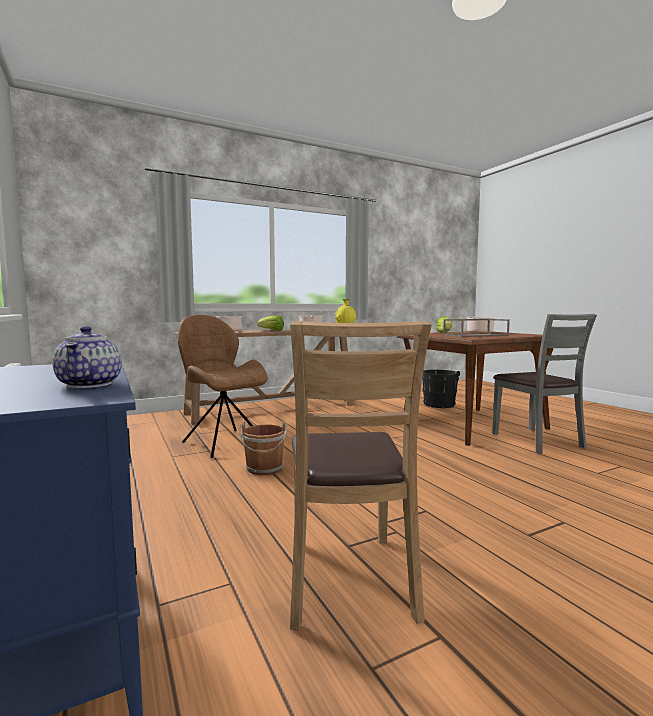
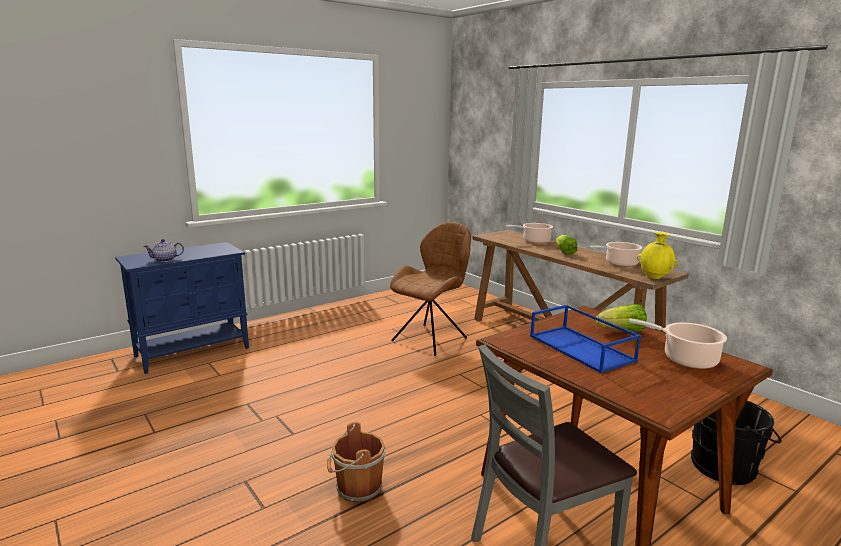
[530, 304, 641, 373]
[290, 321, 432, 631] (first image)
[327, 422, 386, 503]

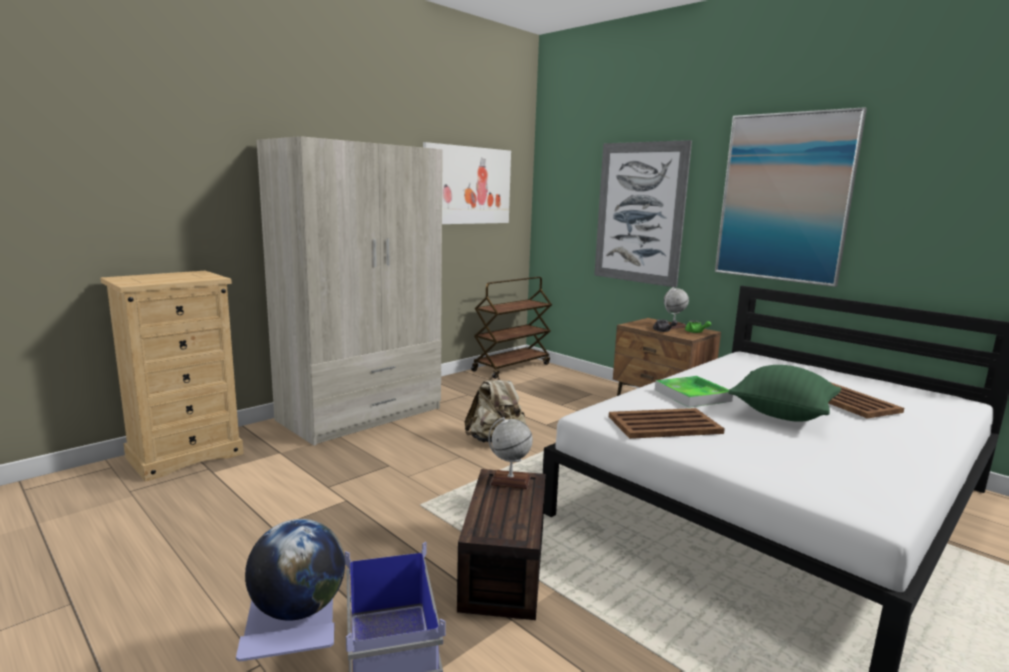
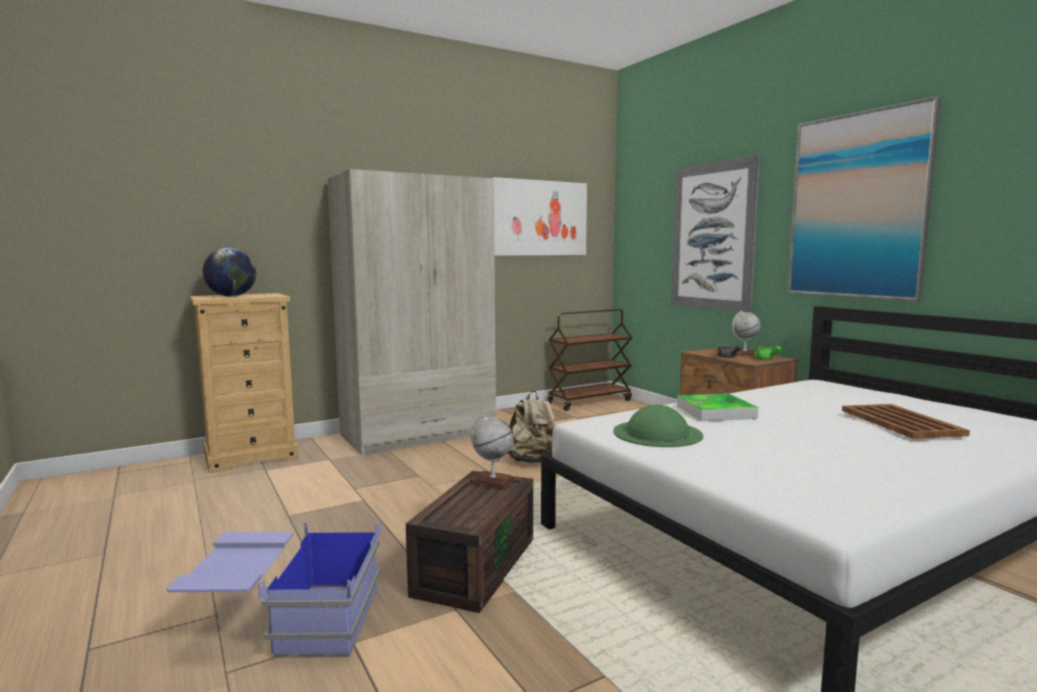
[728, 365, 841, 422] (first image)
[613, 404, 703, 447]
[203, 247, 256, 297]

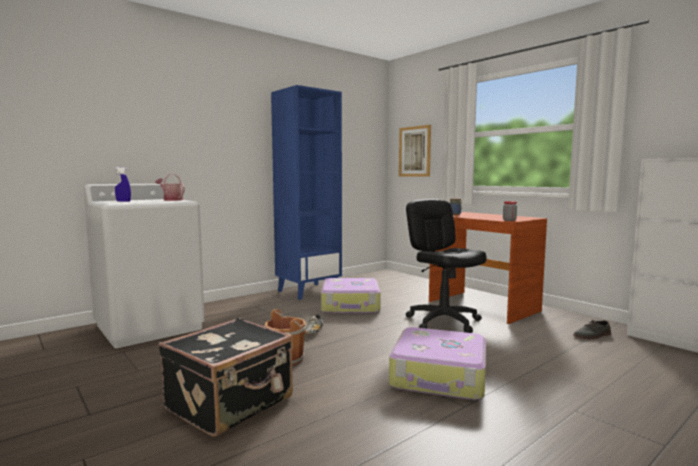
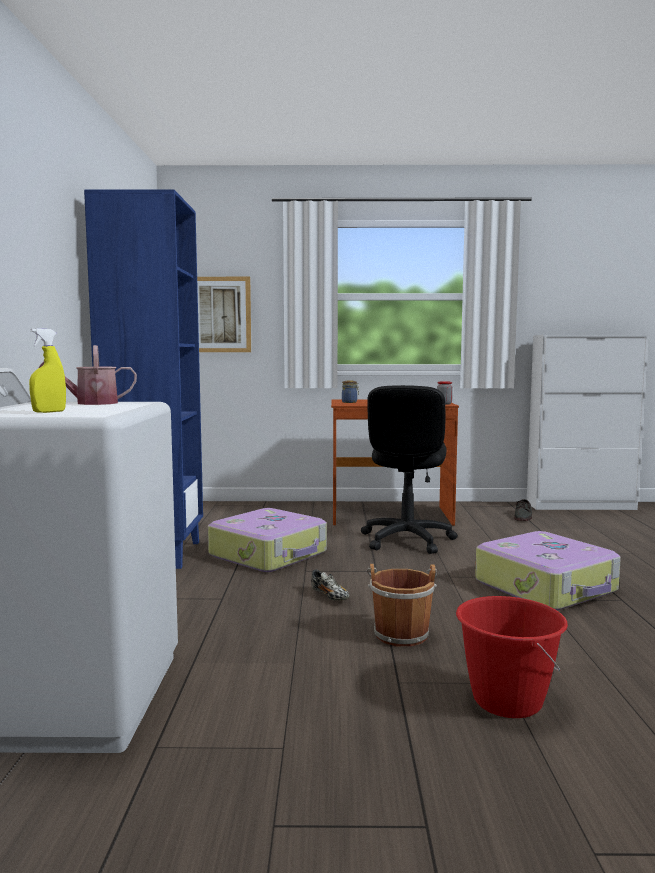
[29, 328, 66, 413]
[361, 385, 458, 554]
[456, 596, 568, 718]

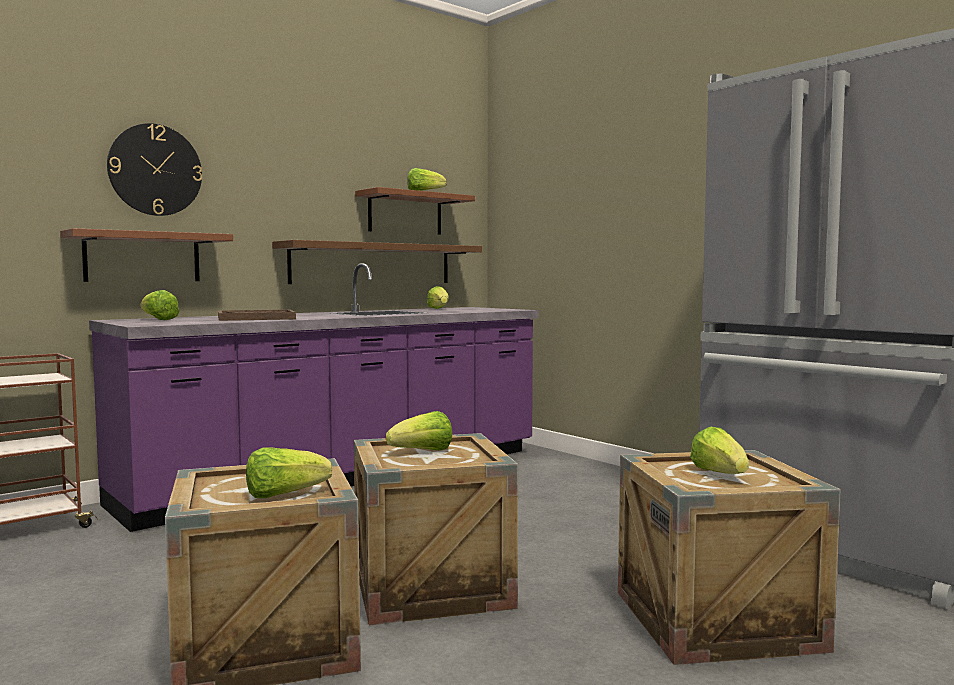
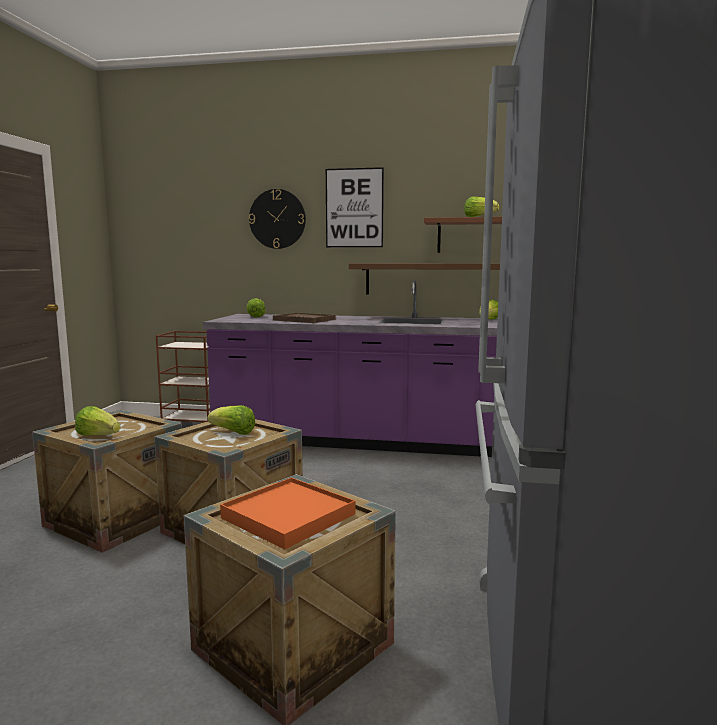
[60, 228, 233, 282] (first image)
[220, 477, 355, 549]
[326, 167, 384, 247]

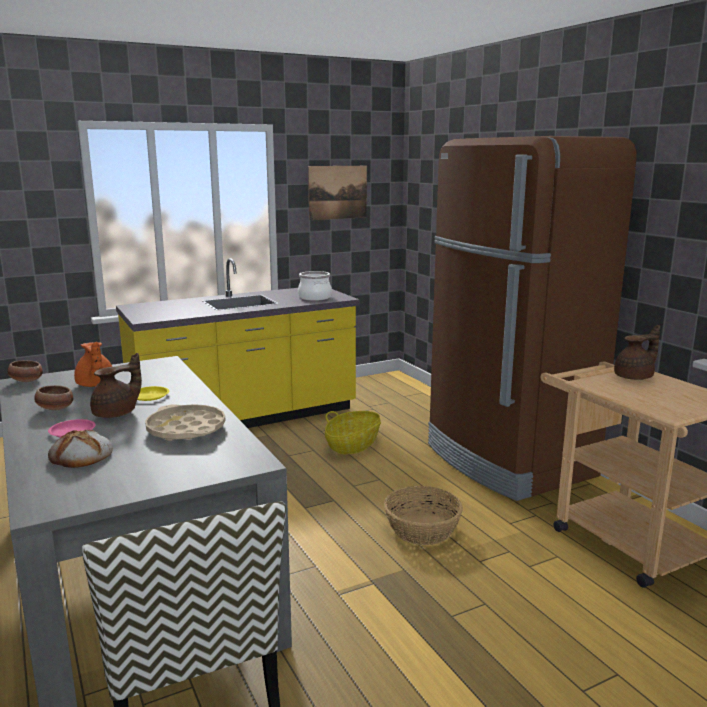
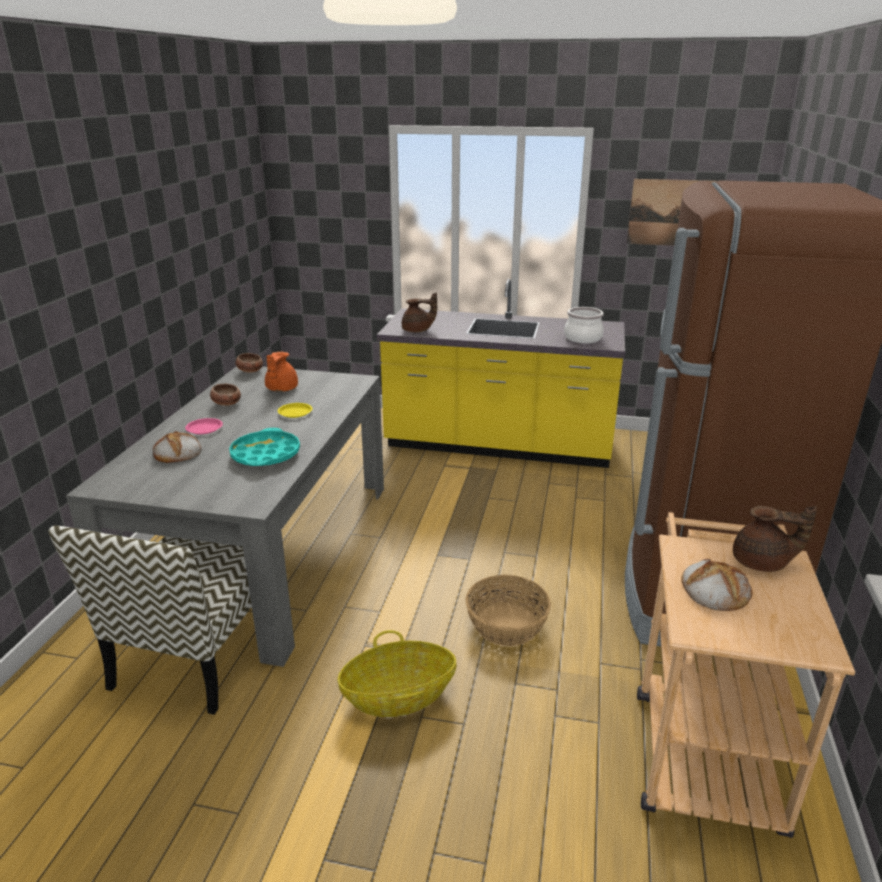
[402, 292, 437, 333]
[229, 428, 300, 466]
[337, 630, 457, 717]
[681, 559, 752, 611]

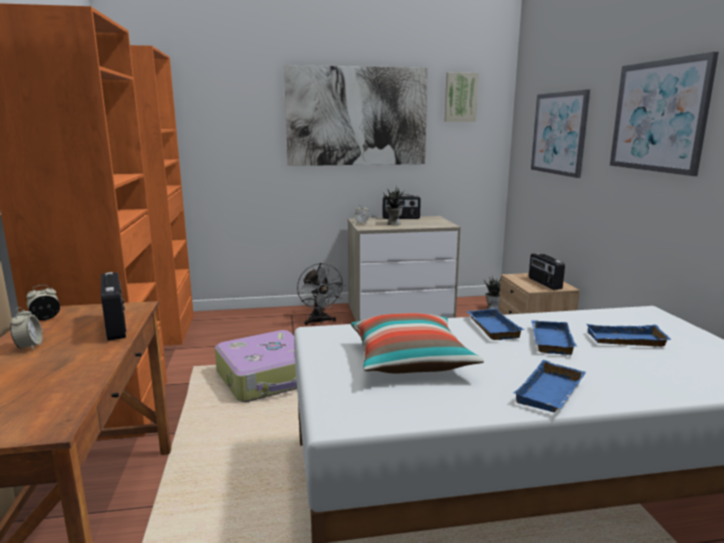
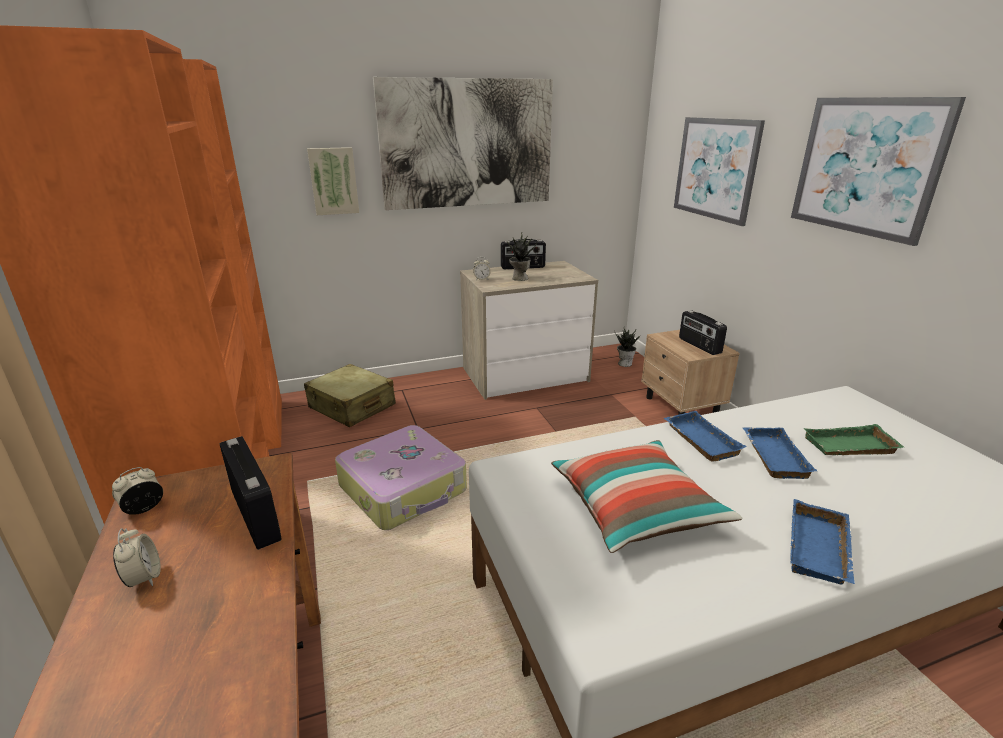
[307, 147, 359, 215]
[297, 263, 345, 325] (first image)
[803, 424, 904, 455]
[304, 364, 396, 427]

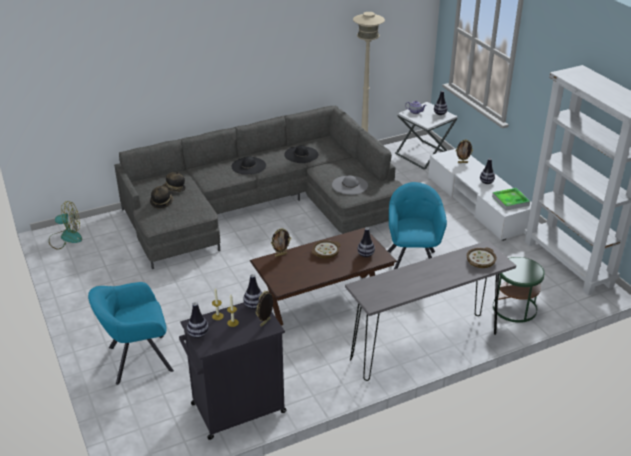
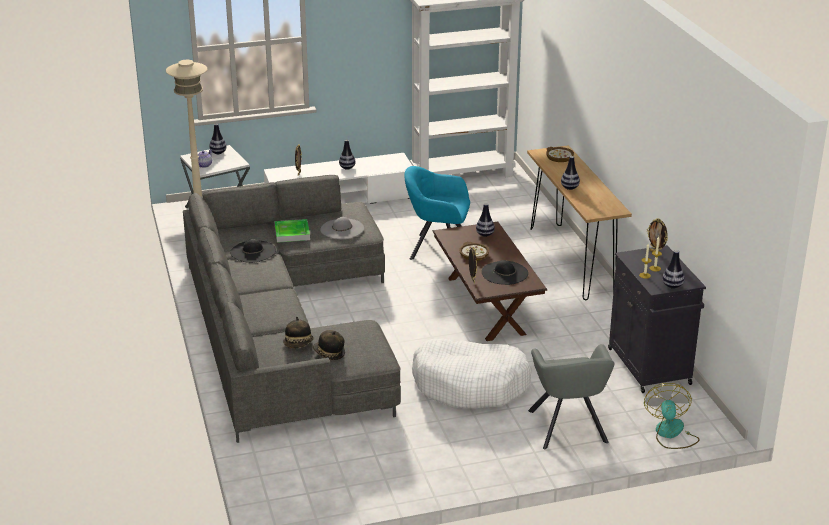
[482, 260, 528, 285]
[275, 219, 310, 243]
[644, 383, 700, 449]
[527, 145, 632, 300]
[493, 257, 545, 323] (first image)
[561, 156, 580, 190]
[528, 344, 614, 449]
[412, 339, 532, 408]

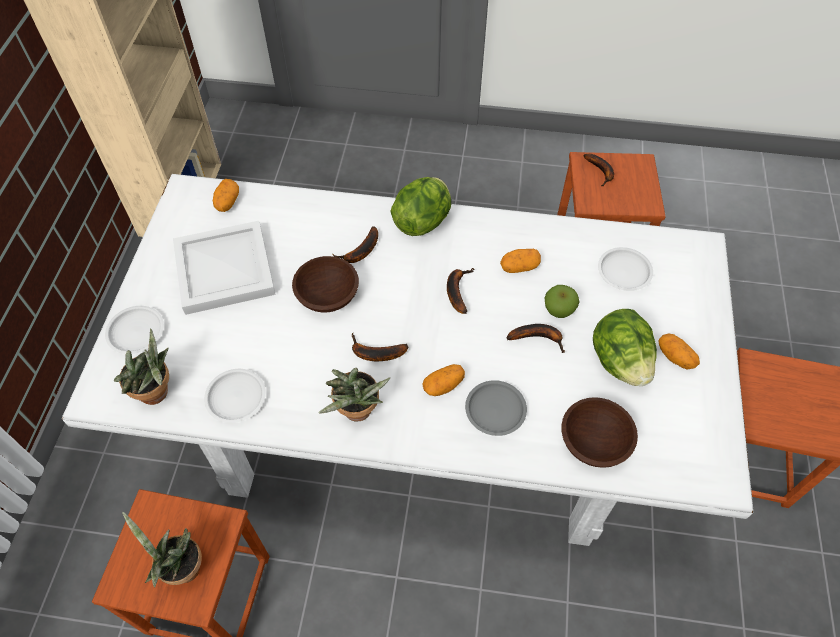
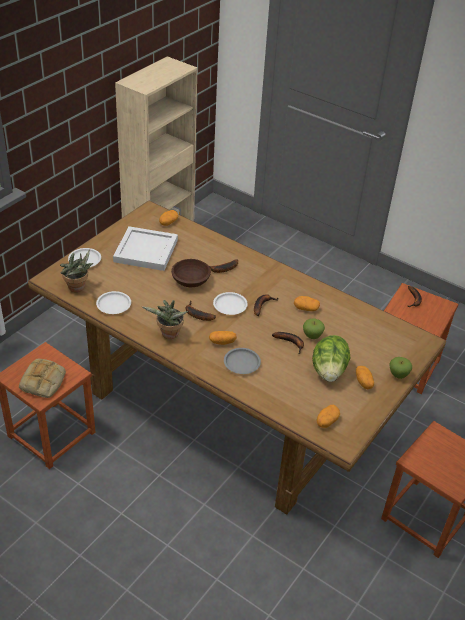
[28, 201, 446, 514]
[390, 177, 451, 236] (first image)
[213, 292, 248, 315]
[561, 397, 638, 468] (first image)
[19, 359, 66, 398]
[390, 357, 412, 379]
[316, 405, 340, 428]

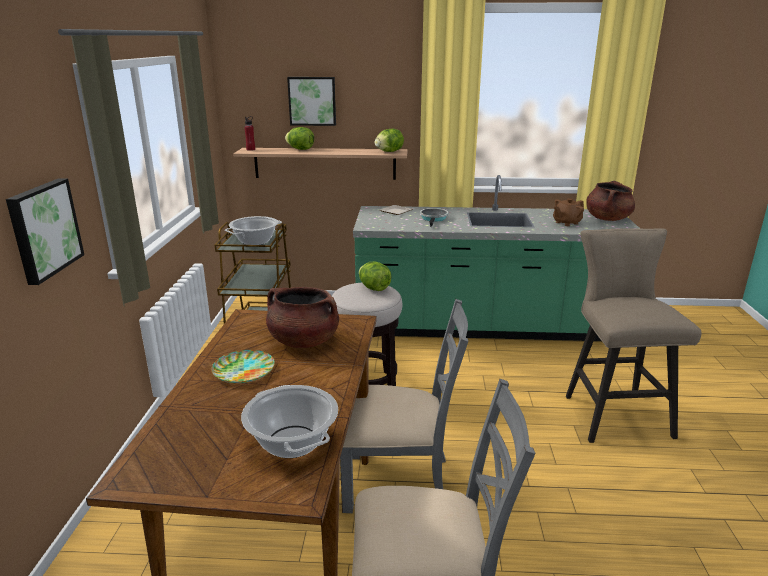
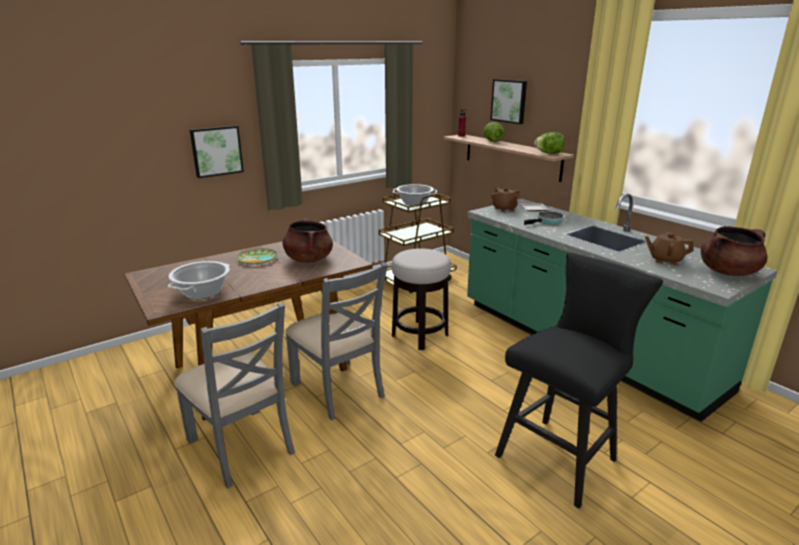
[495, 253, 663, 509]
[359, 262, 392, 291] (first image)
[491, 188, 519, 212]

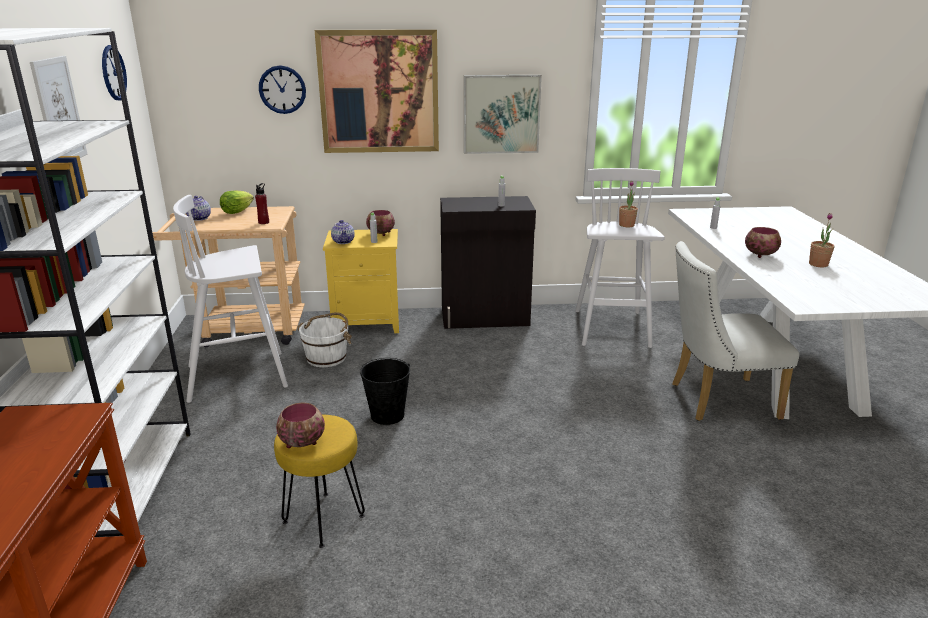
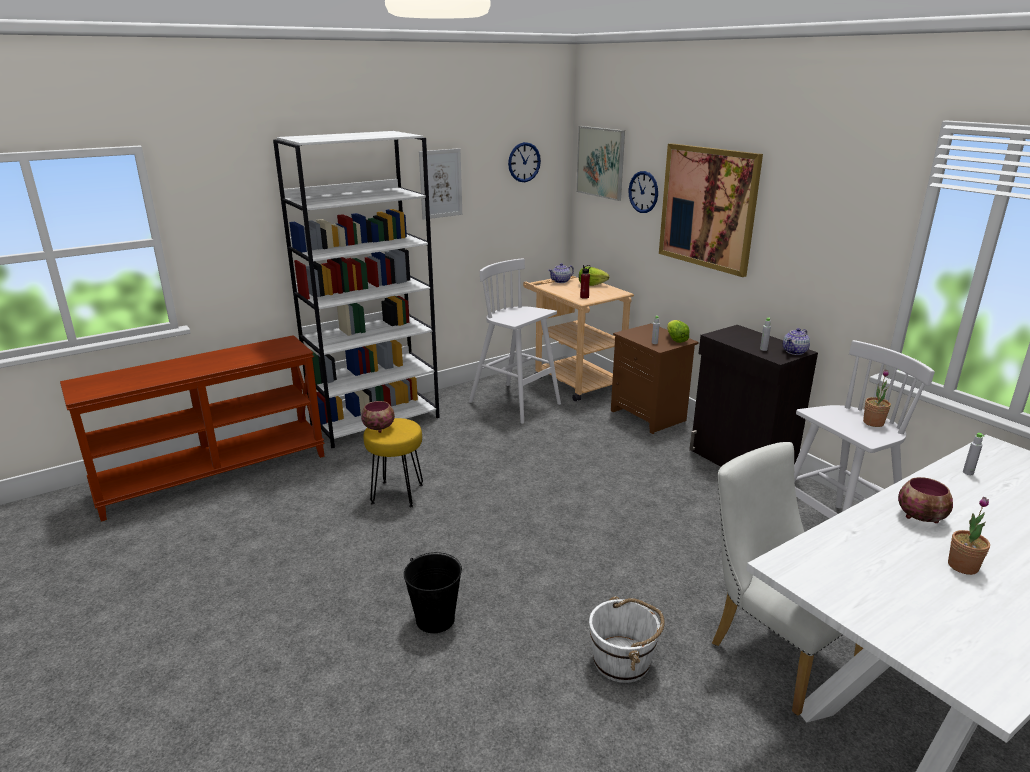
[576, 126, 625, 201]
[667, 320, 689, 343]
[783, 328, 810, 355]
[611, 324, 699, 434]
[589, 596, 665, 683]
[404, 552, 462, 633]

